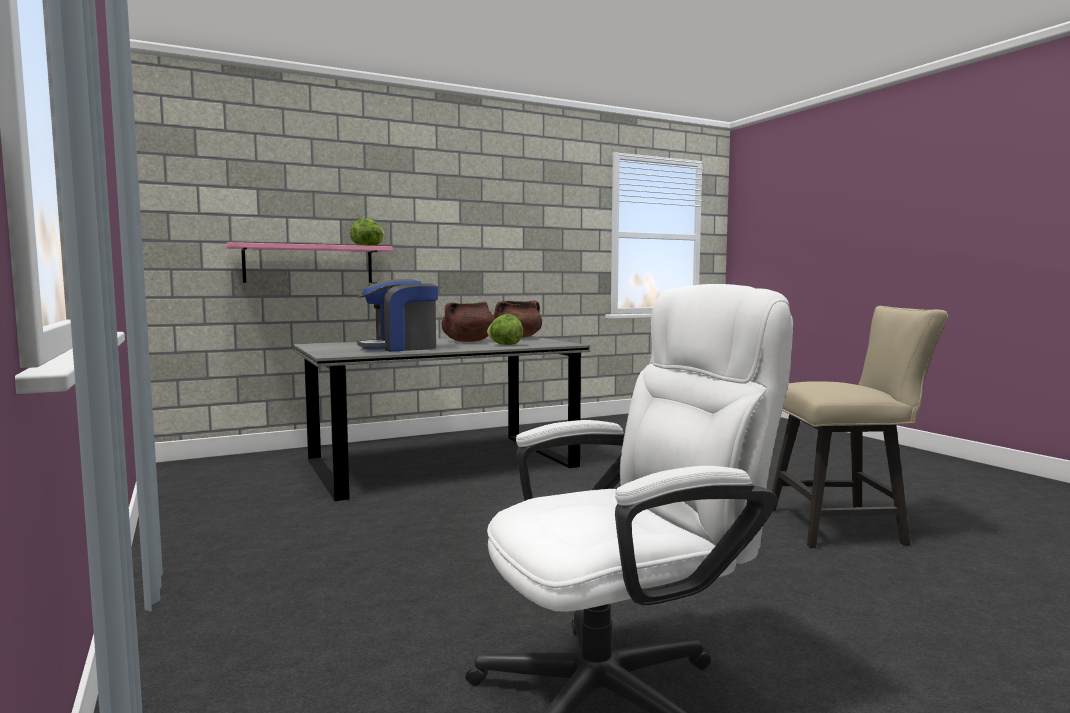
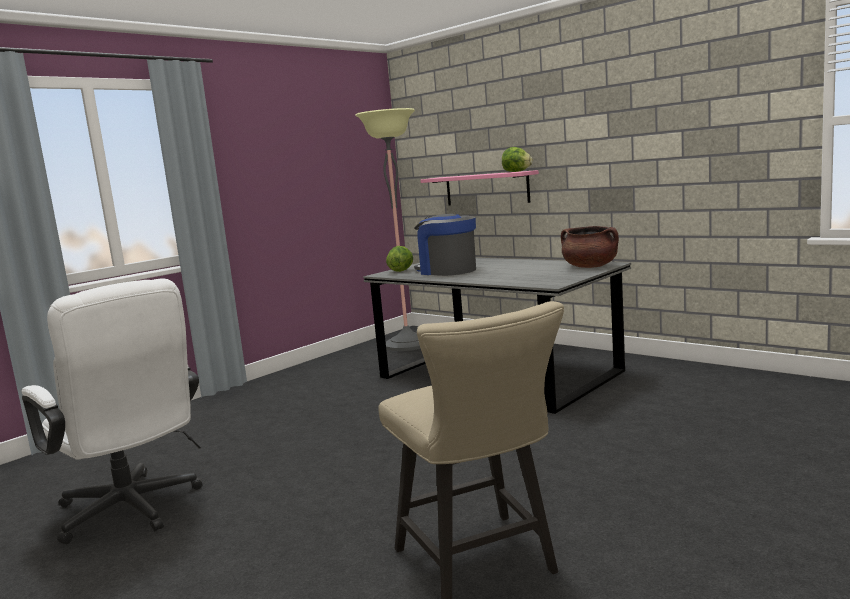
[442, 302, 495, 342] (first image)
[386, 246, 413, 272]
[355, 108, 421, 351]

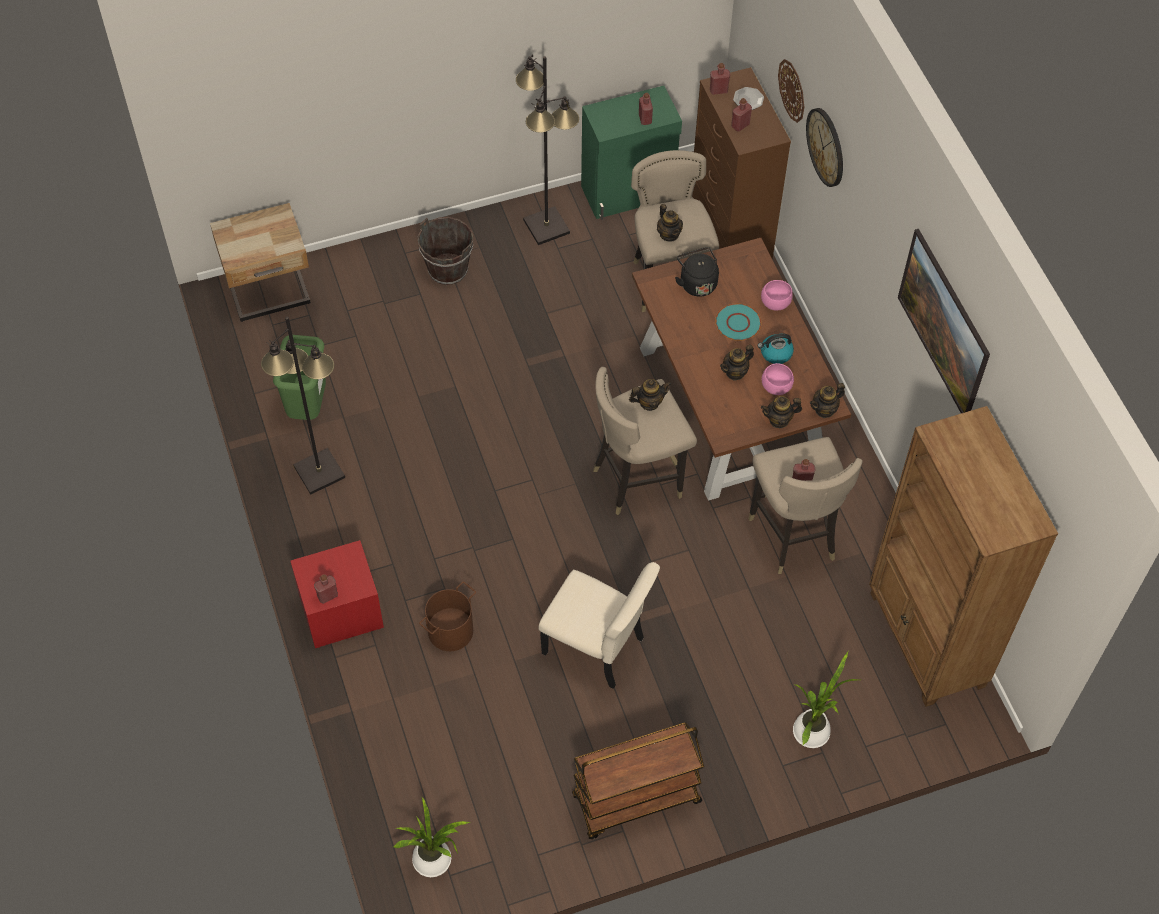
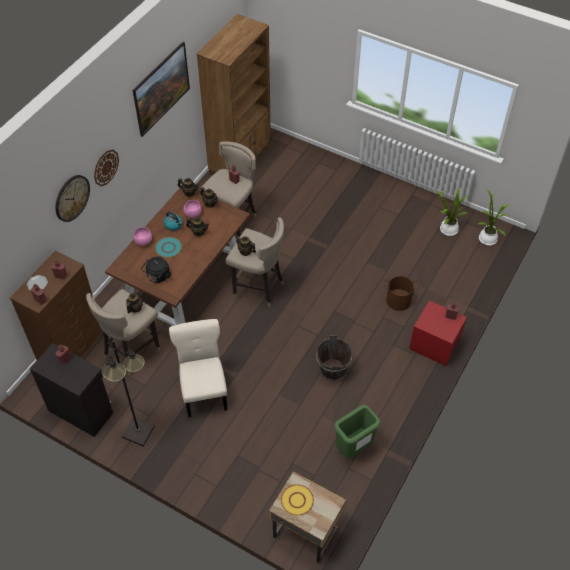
[94, 149, 119, 186]
[30, 343, 113, 437]
[316, 335, 353, 381]
[261, 317, 345, 495] (first image)
[169, 319, 227, 417]
[436, 187, 469, 236]
[572, 722, 704, 839] (first image)
[281, 484, 314, 516]

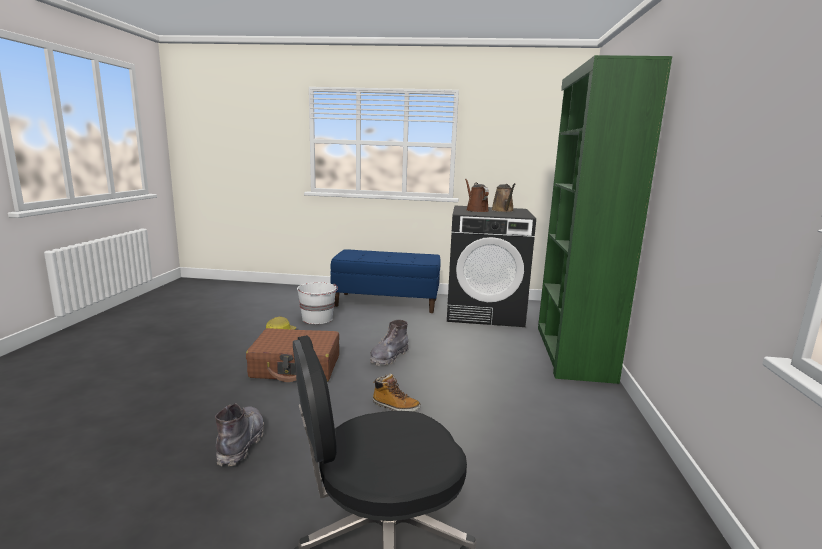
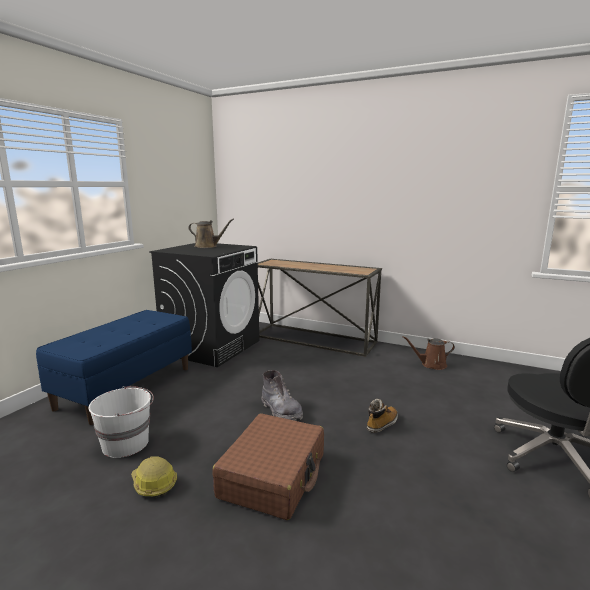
[258, 259, 382, 357]
[402, 336, 455, 370]
[215, 403, 264, 466] (first image)

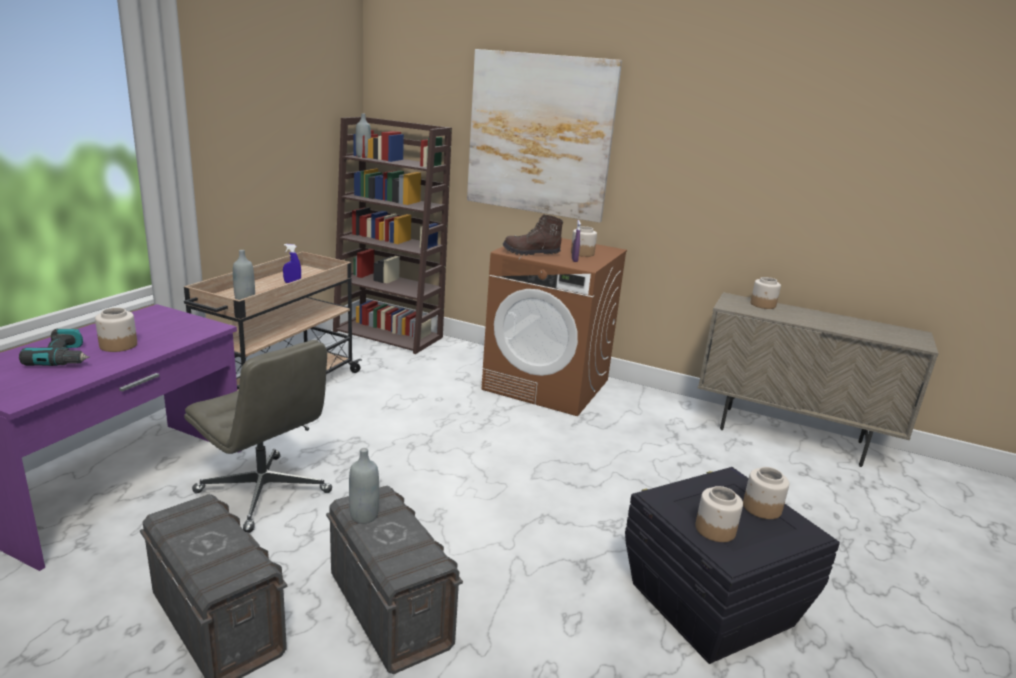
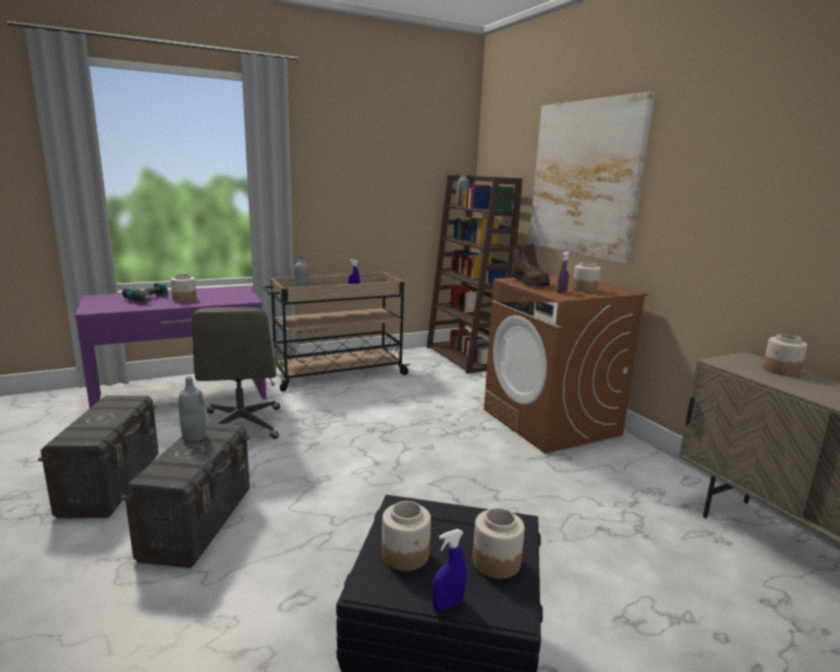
[511, 243, 550, 286]
[432, 529, 466, 611]

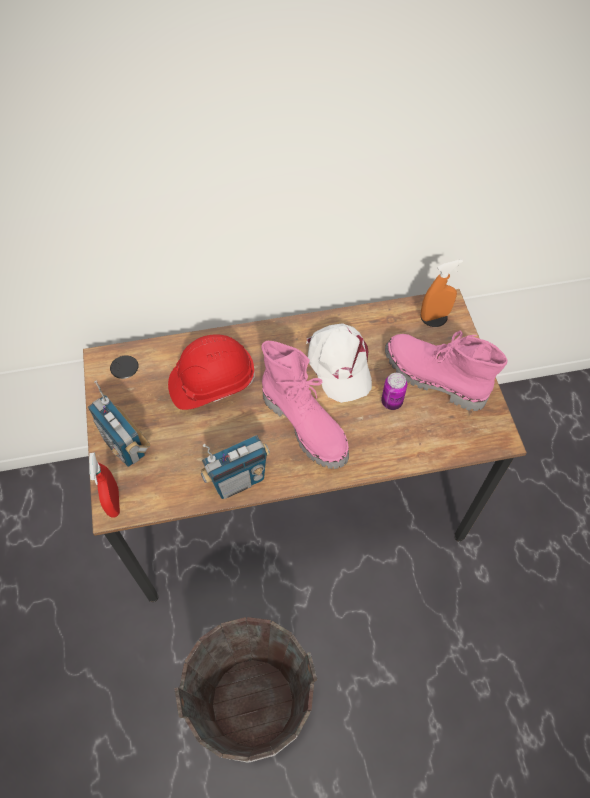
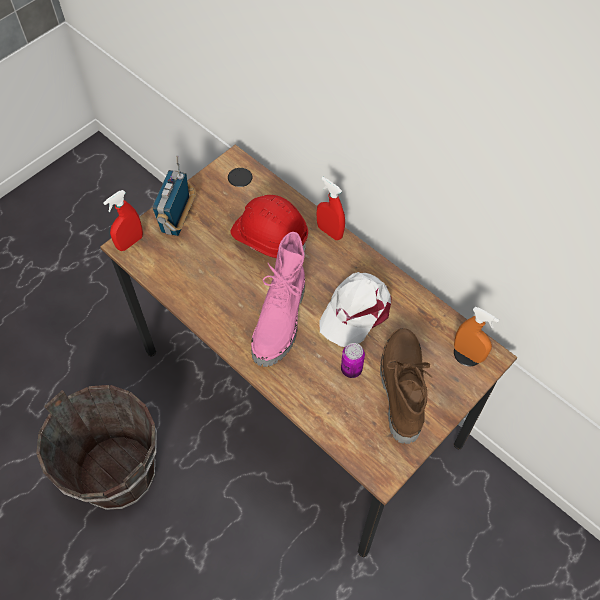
[380, 328, 432, 444]
[201, 435, 270, 499] (first image)
[317, 177, 345, 240]

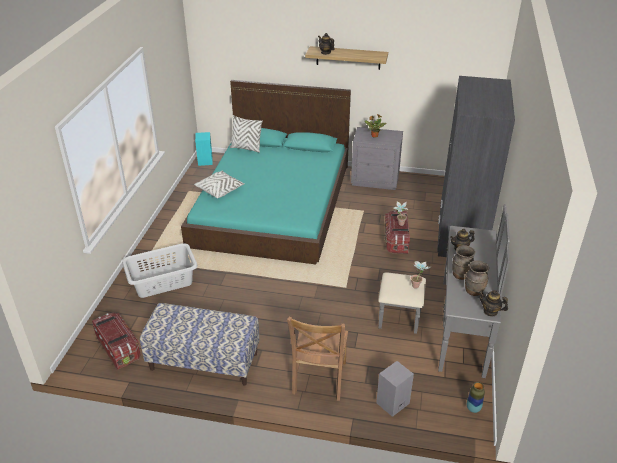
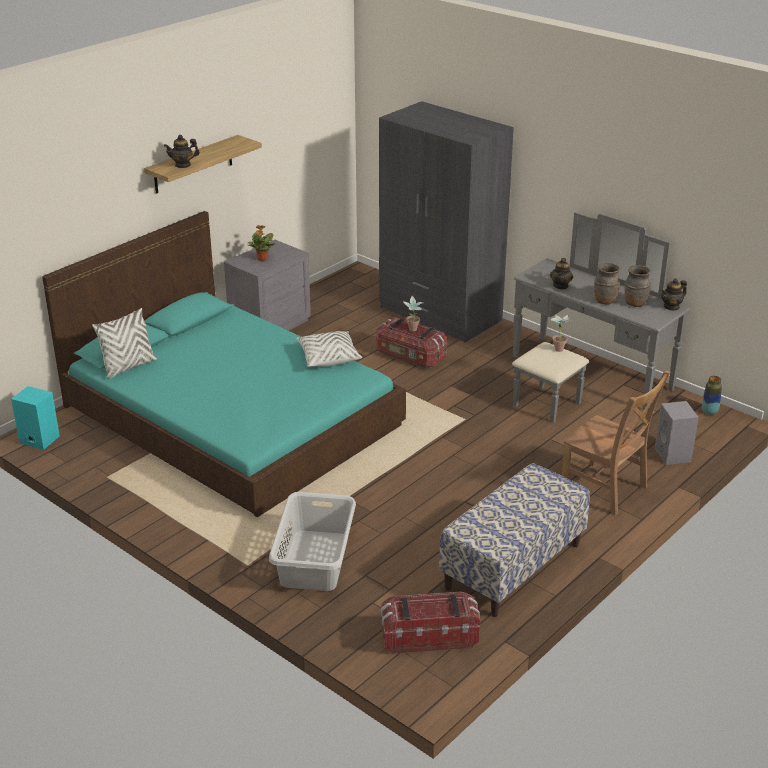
[296, 331, 362, 367]

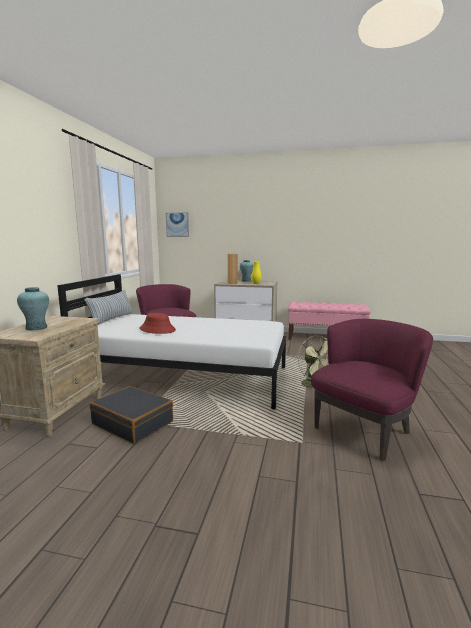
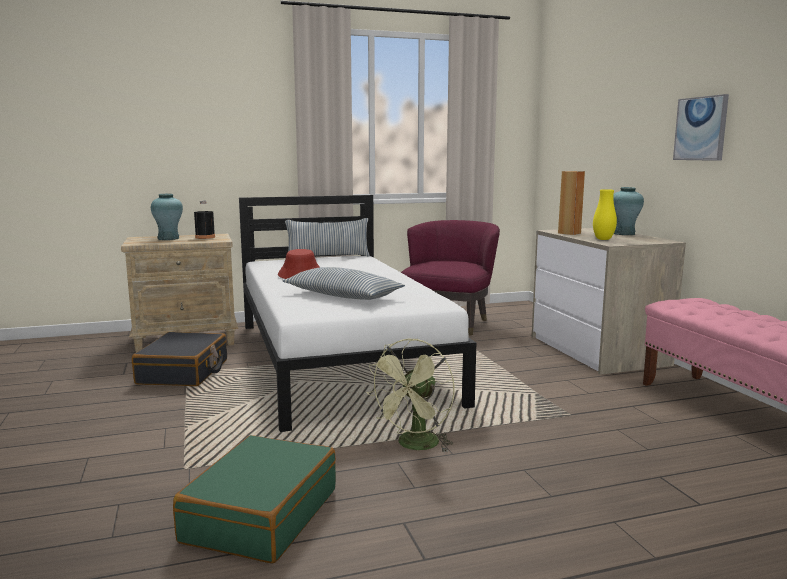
[673, 94, 729, 161]
[173, 435, 336, 564]
[194, 201, 215, 239]
[282, 267, 405, 300]

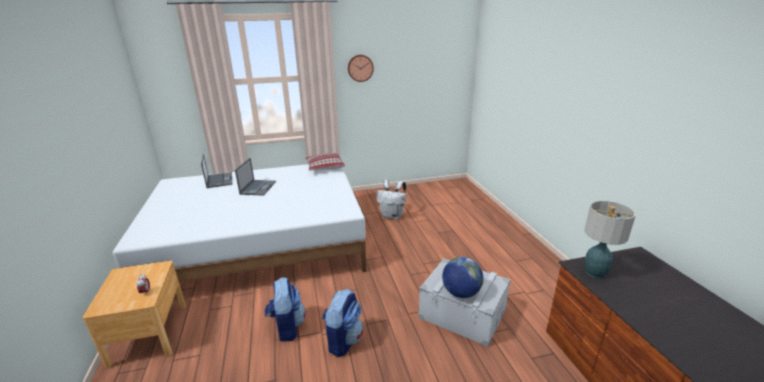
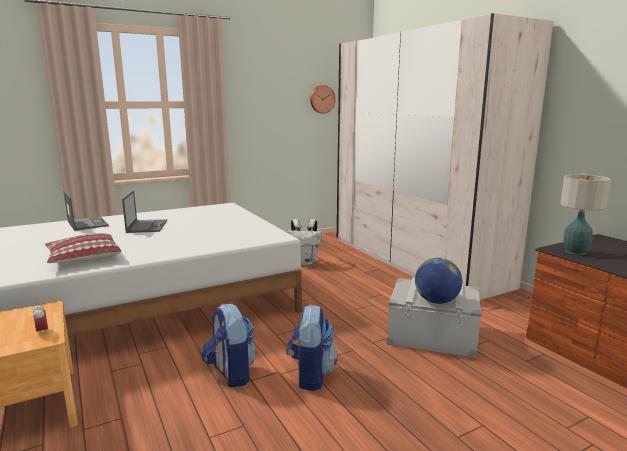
[310, 85, 336, 113]
[45, 233, 122, 263]
[337, 13, 554, 300]

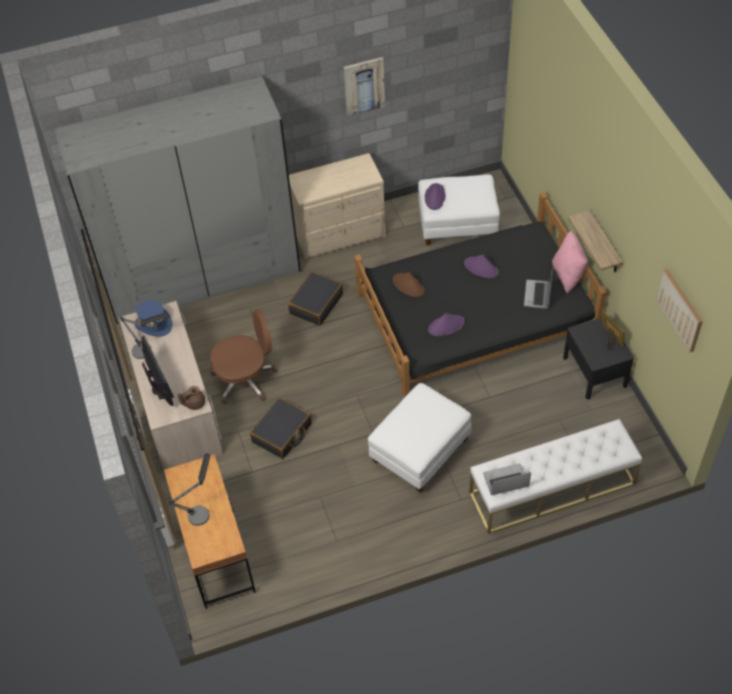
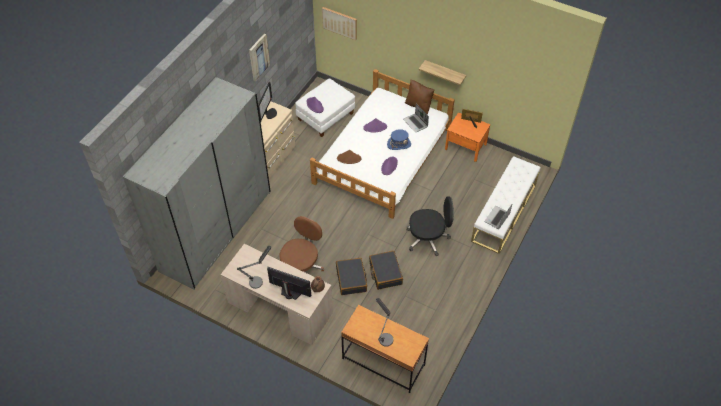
[310, 69, 455, 219]
[405, 80, 434, 114]
[322, 7, 357, 40]
[369, 251, 403, 290]
[387, 129, 411, 150]
[445, 113, 490, 162]
[407, 196, 454, 256]
[258, 82, 277, 121]

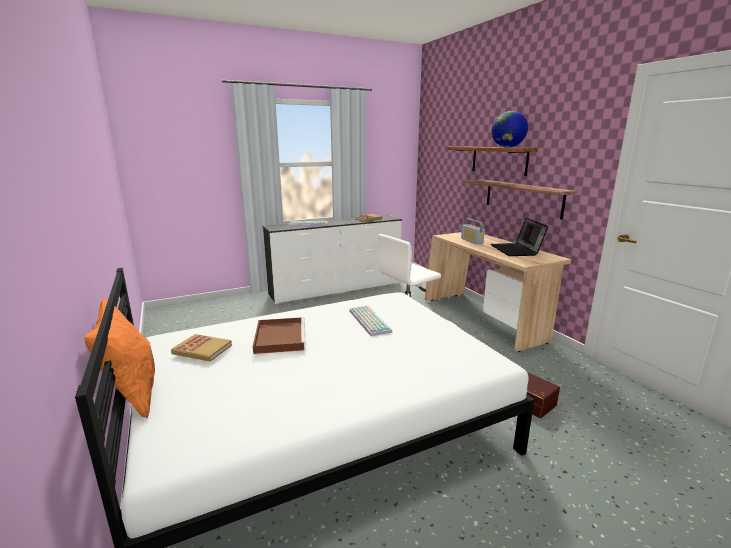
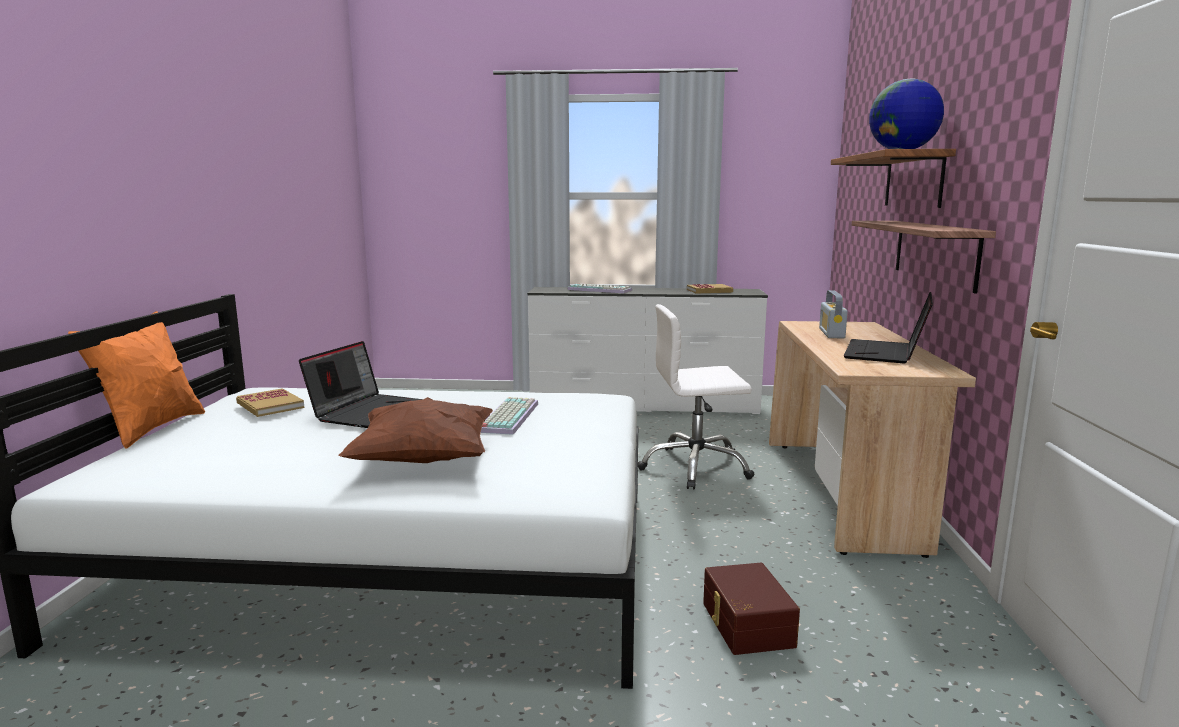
[299, 341, 423, 428]
[338, 397, 493, 463]

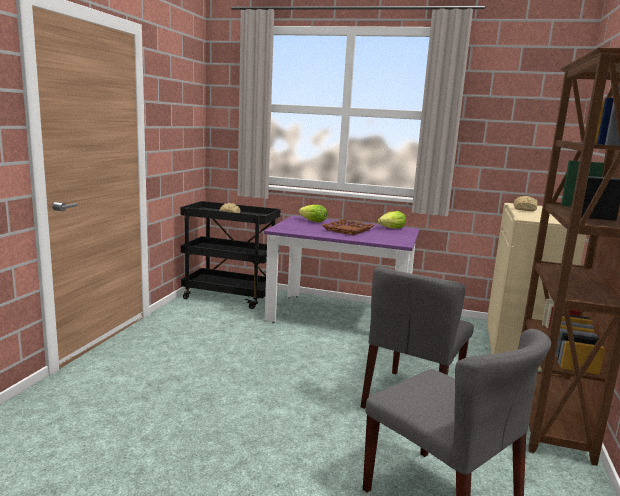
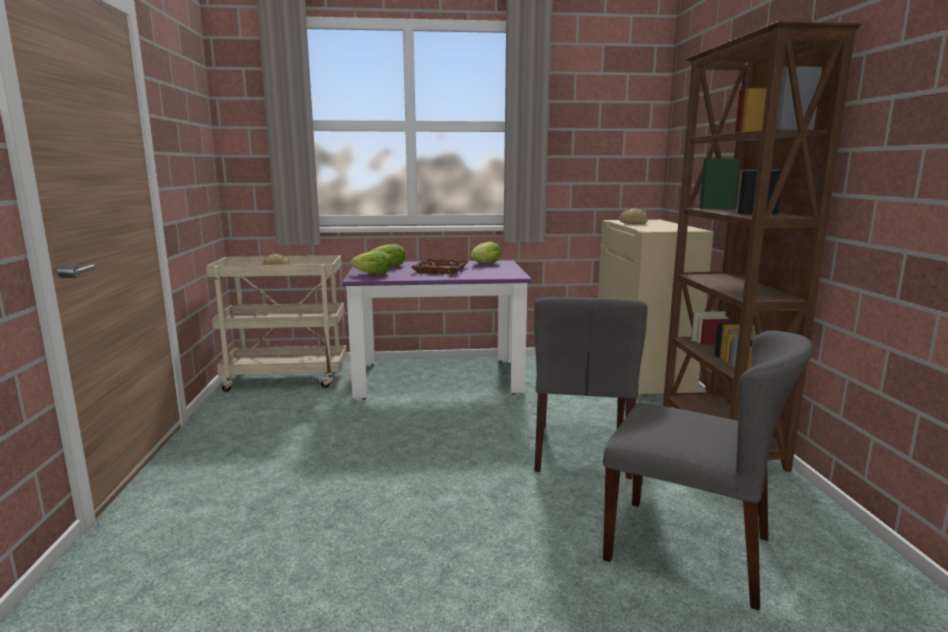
[206, 255, 347, 392]
[351, 251, 391, 275]

